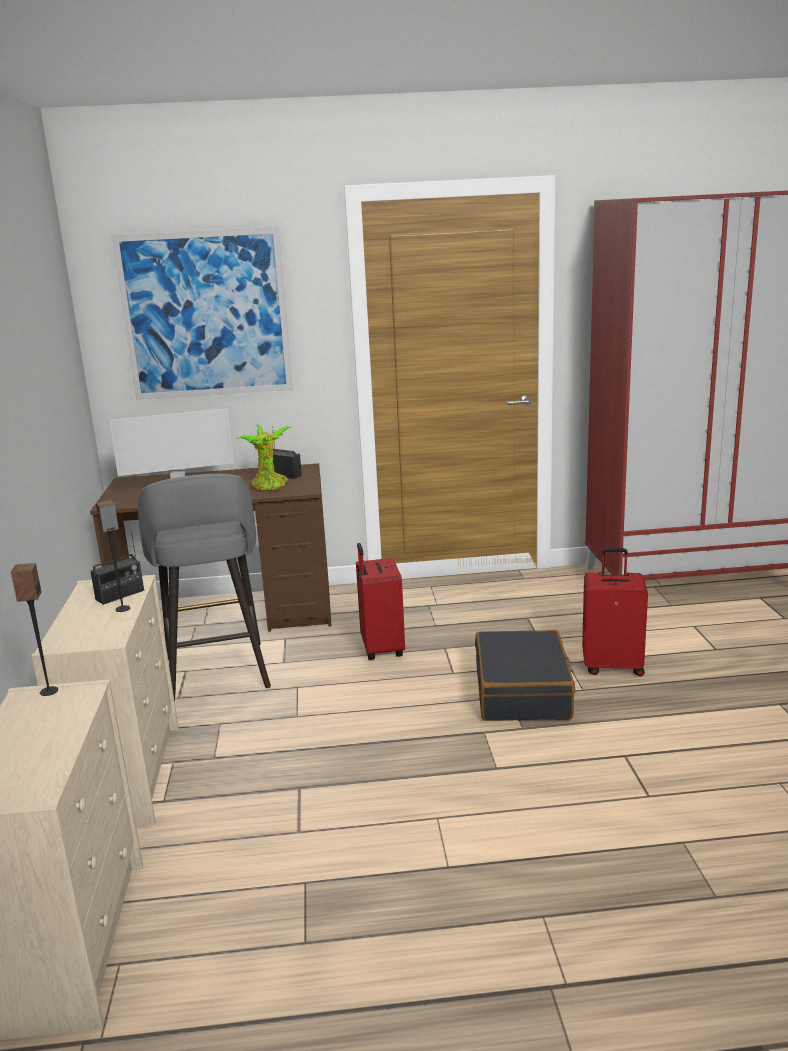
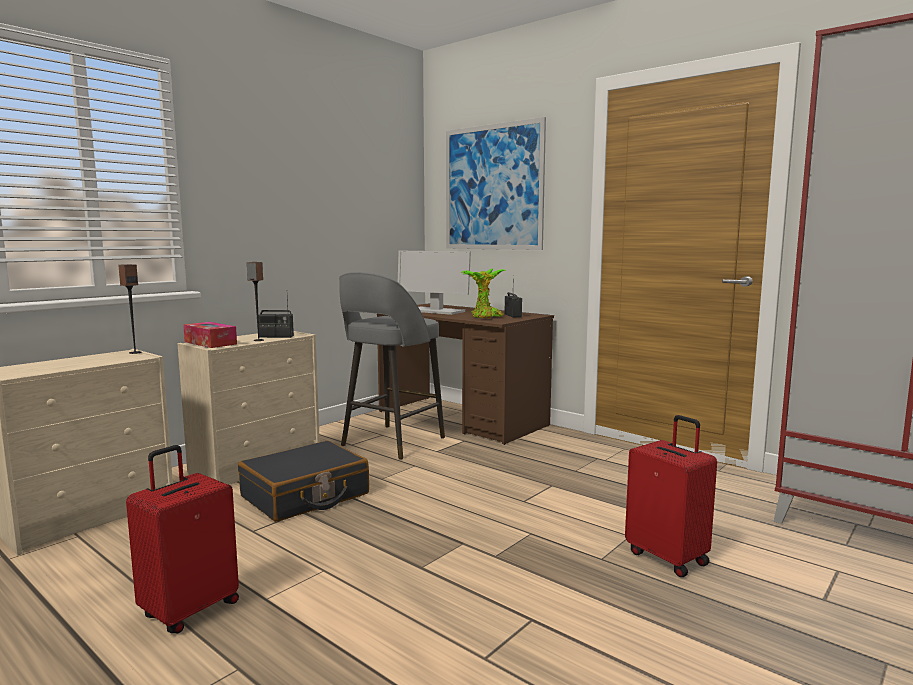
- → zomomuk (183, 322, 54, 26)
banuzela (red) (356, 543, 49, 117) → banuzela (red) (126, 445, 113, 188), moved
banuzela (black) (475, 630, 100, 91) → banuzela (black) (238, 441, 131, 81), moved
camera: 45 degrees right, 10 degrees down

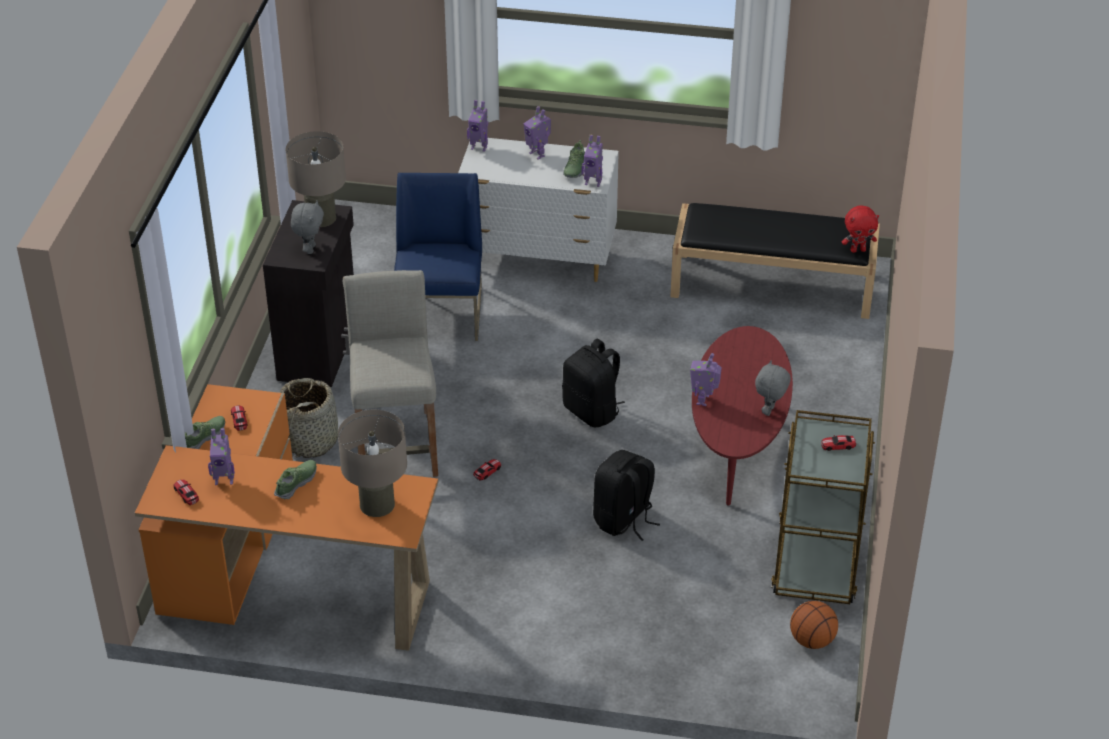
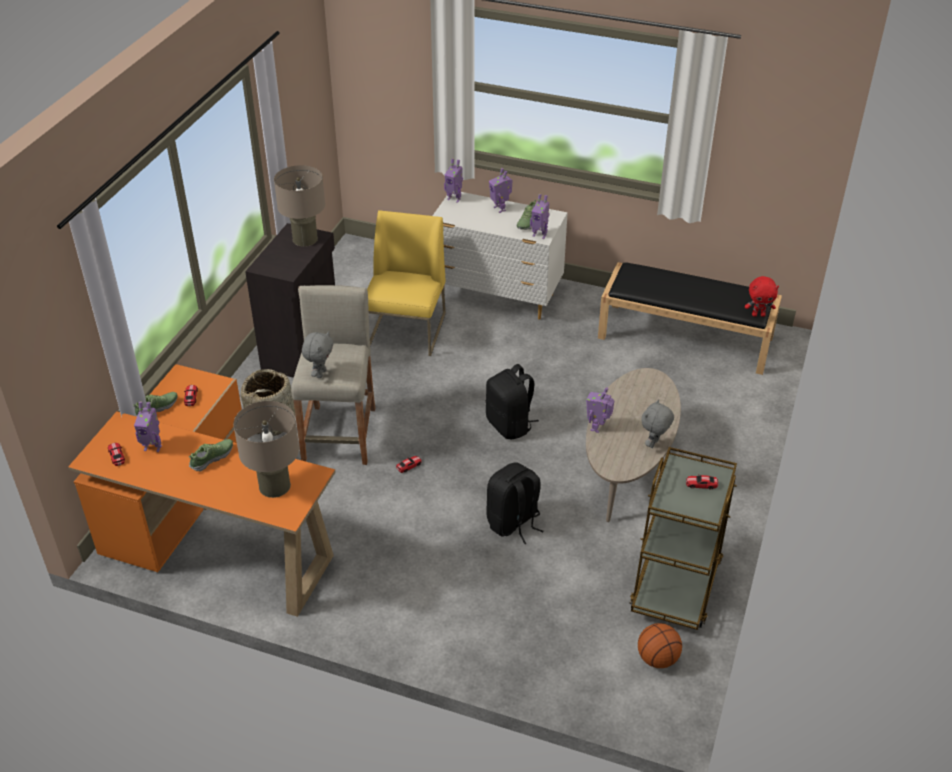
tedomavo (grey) (291, 201, 33, 53) → tedomavo (grey) (302, 331, 32, 47), moved
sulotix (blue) (394, 173, 88, 168) → sulotix (yellow) (367, 210, 79, 146)
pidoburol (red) (692, 326, 101, 180) → pidoburol (beige) (586, 368, 95, 154)
camera: 10 degrees right, 0 degrees up

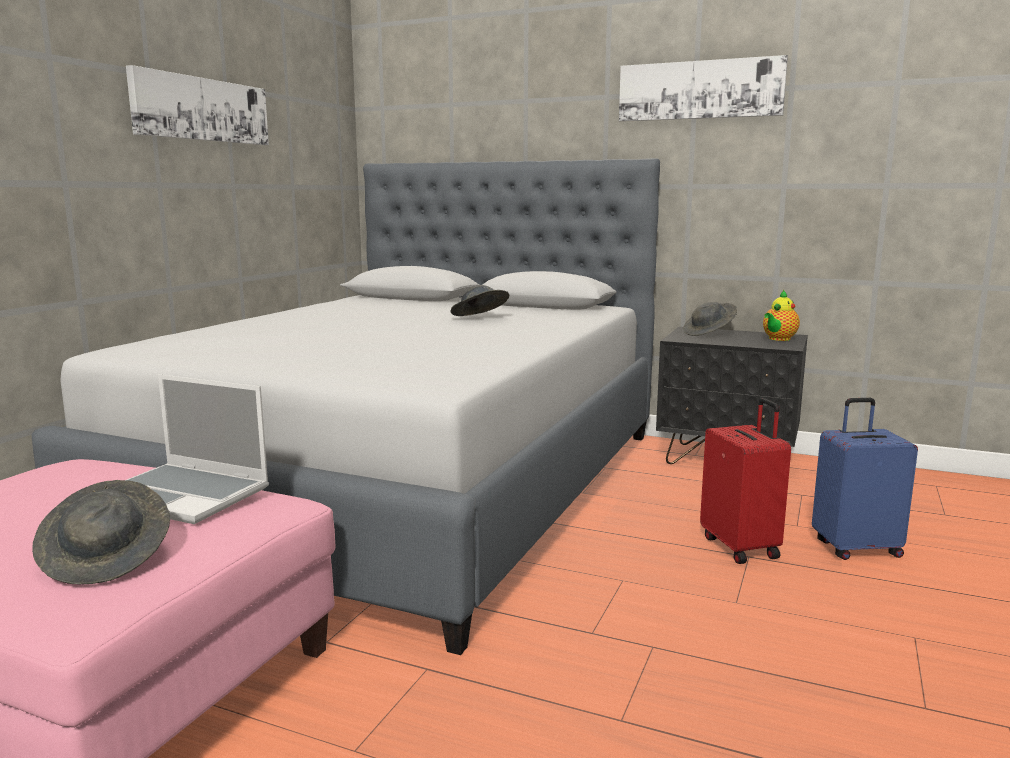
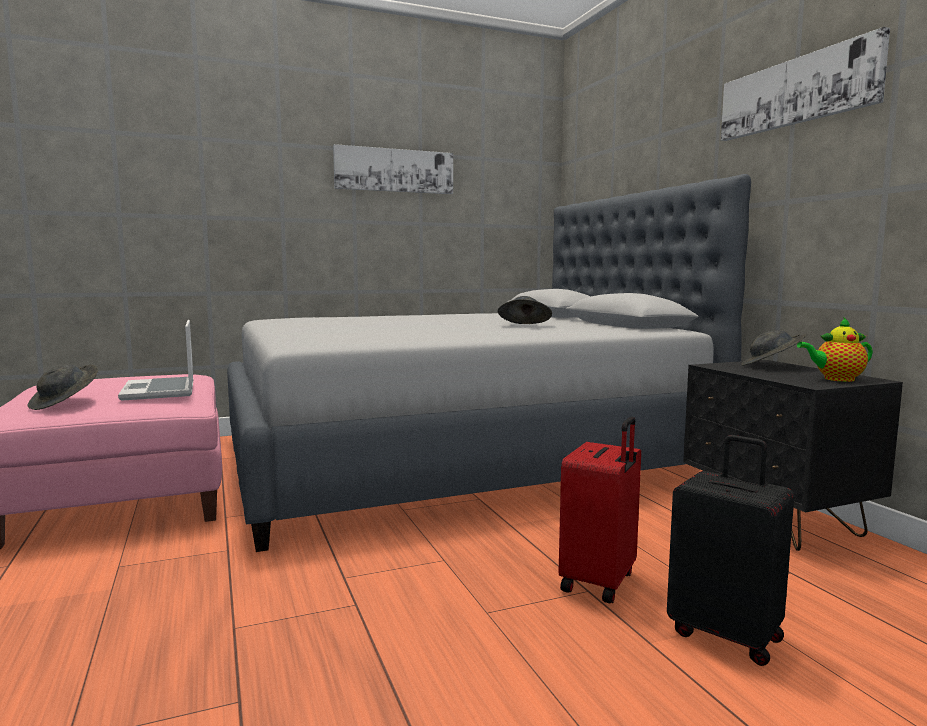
banuzela (blue) (812, 398, 106, 162) → banuzela (black) (667, 435, 127, 231)
camera: 45 degrees right, 5 degrees down

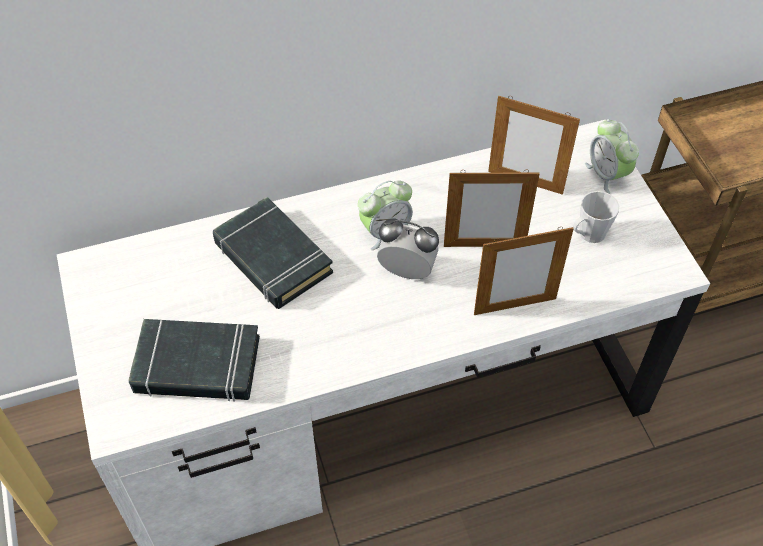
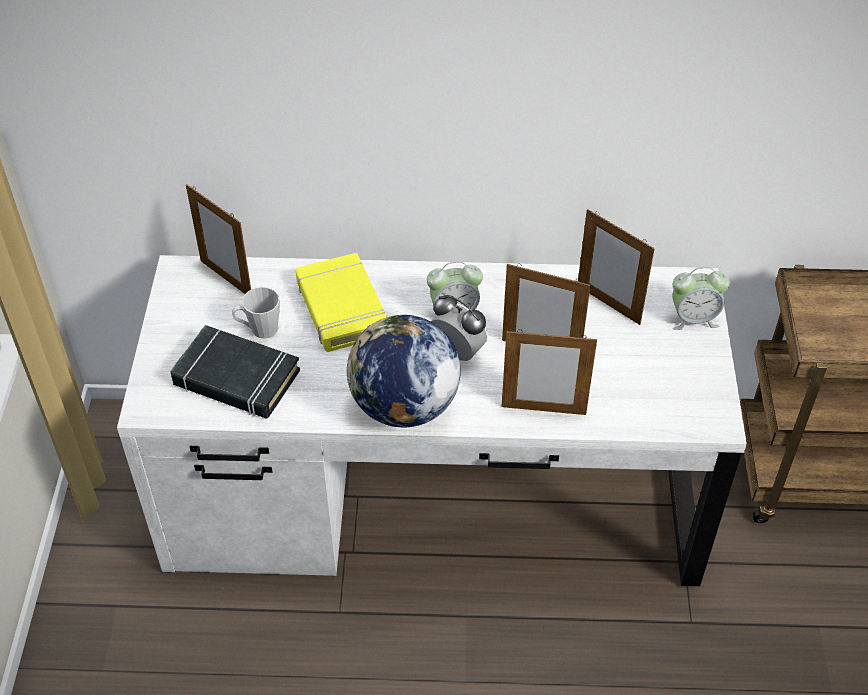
- → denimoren (186, 184, 65, 110)
- → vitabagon (347, 315, 114, 112)
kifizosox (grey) (573, 191, 46, 52) → kifizosox (grey) (232, 287, 48, 52), moved
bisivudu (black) (213, 197, 120, 112) → bisivudu (yellow) (296, 253, 91, 99)
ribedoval (585, 119, 54, 75) → ribedoval (672, 267, 58, 63), 90 degrees counterclockwise
camera: 20 degrees right, 5 degrees down

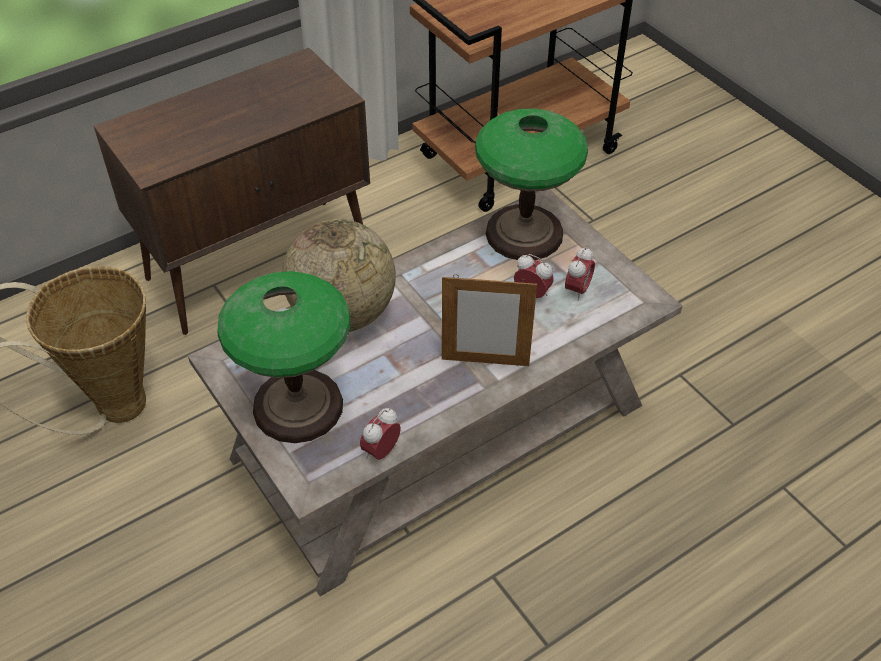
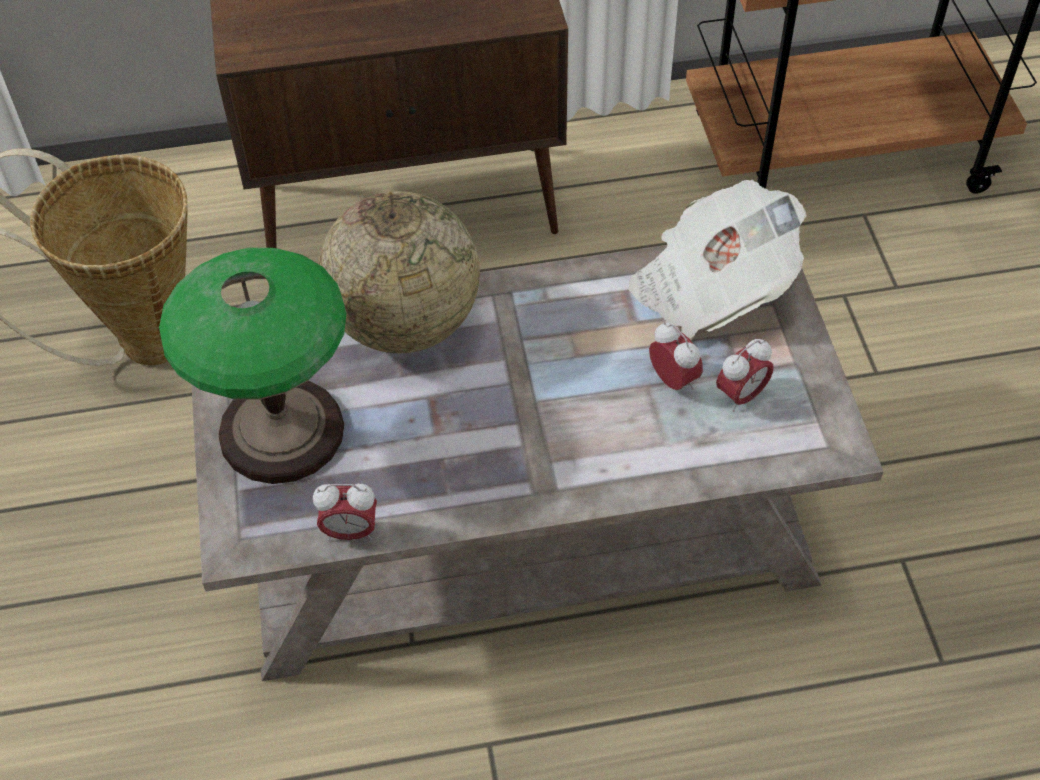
denimoren (442, 274, 95, 92) → -
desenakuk (475, 108, 113, 152) → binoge (629, 180, 178, 159)
ribedoval (360, 408, 41, 52) → ribedoval (313, 484, 64, 57), 150 degrees counterclockwise
camera: 25 degrees right, 5 degrees up

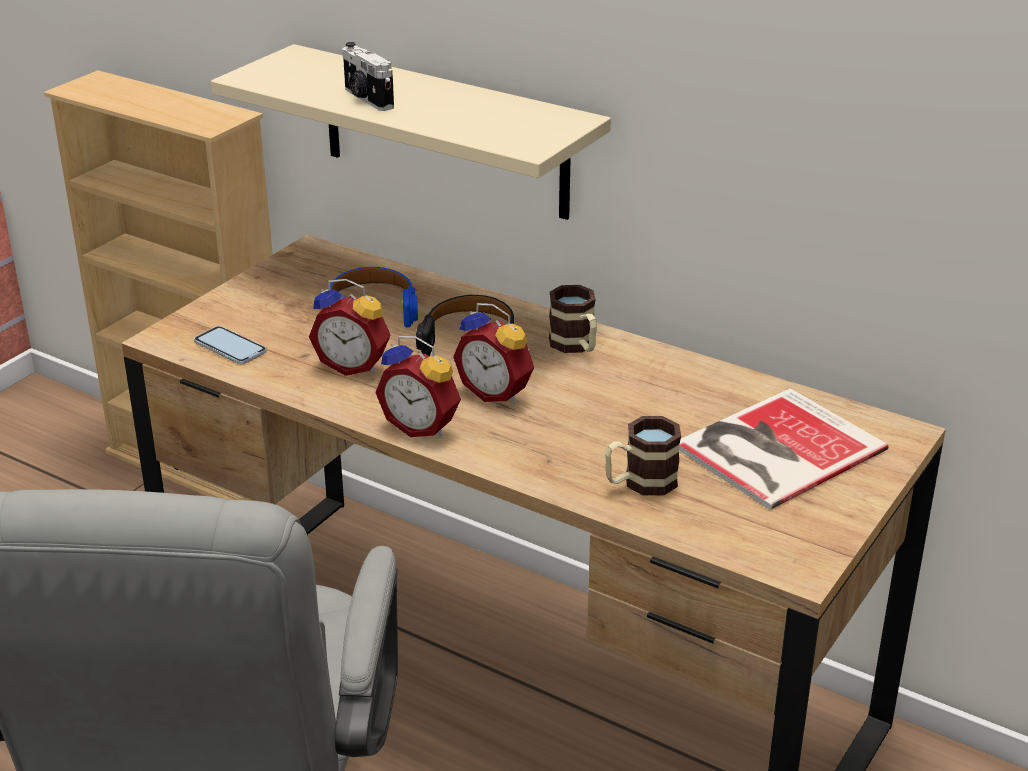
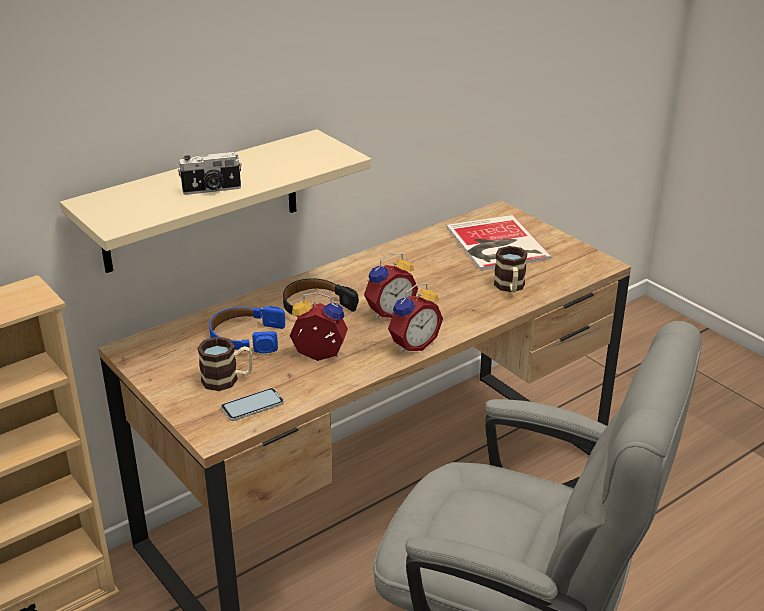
kifizosox (549, 285, 48, 68) → kifizosox (197, 337, 55, 54), moved
ribedoval (309, 279, 82, 97) → ribedoval (290, 292, 58, 69), 120 degrees counterclockwise
camera: 70 degrees left, 0 degrees up

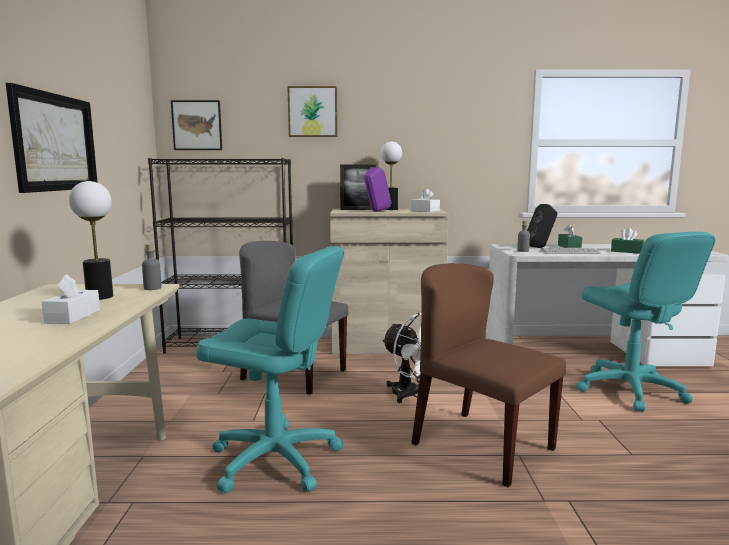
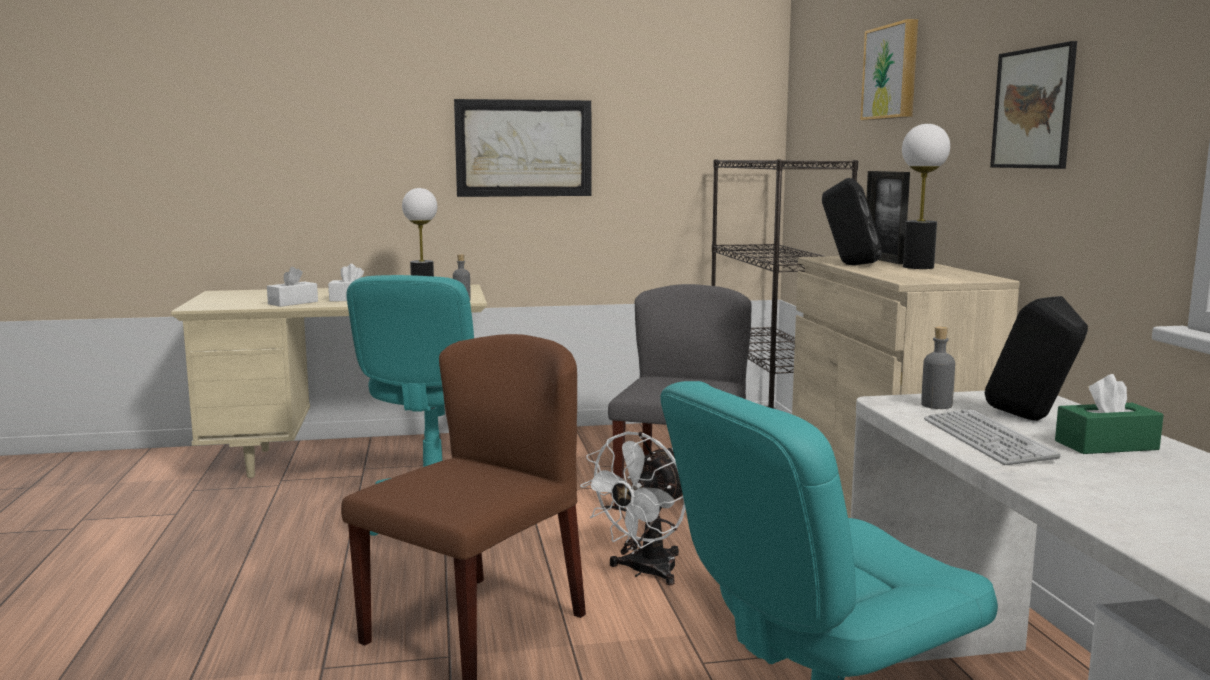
zomomuk (green) (611, 228, 33, 26) → -
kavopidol (171, 100, 51, 50) → kavopidol (990, 41, 87, 128), moved
zomomuk (white) (411, 188, 29, 24) → zomomuk (white) (267, 267, 51, 40), moved
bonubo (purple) (364, 167, 27, 45) → bonubo (black) (822, 178, 60, 87)
camera: 80 degrees right, 0 degrees up

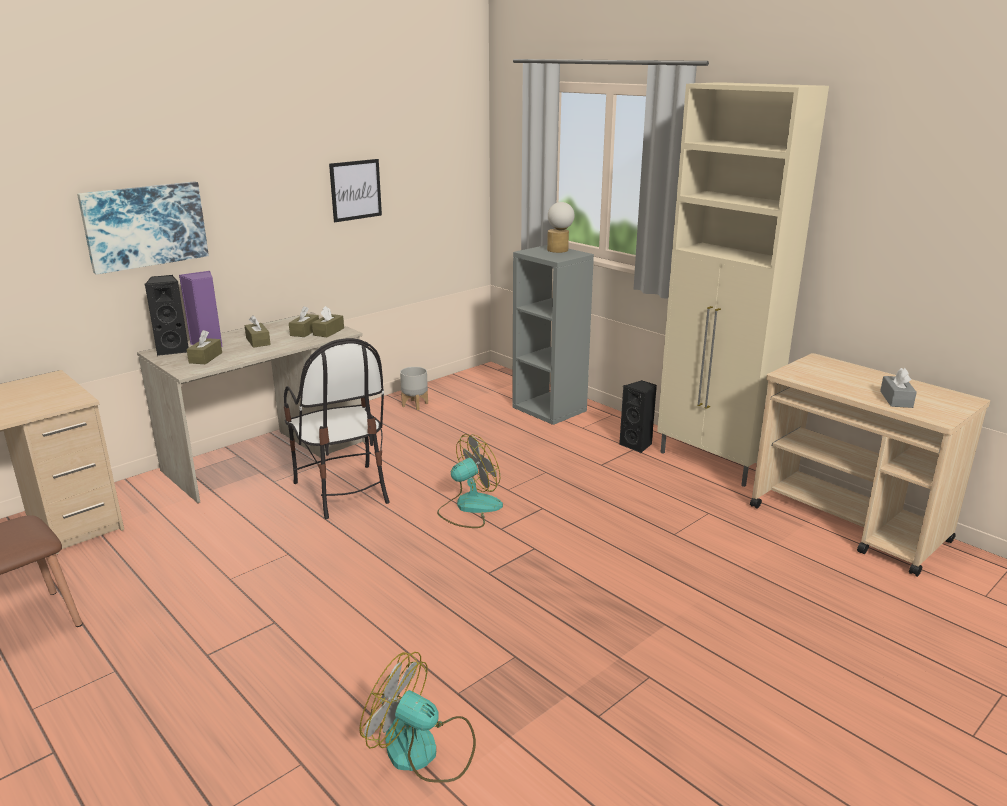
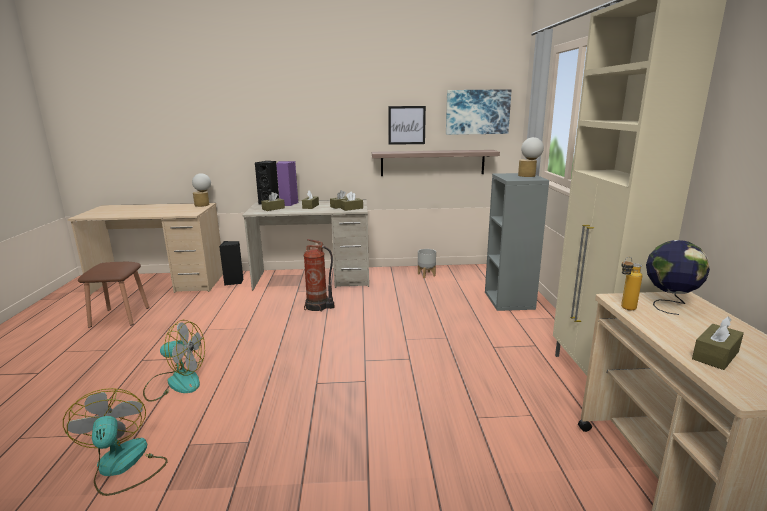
- → desenakuk (192, 173, 19, 34)
- → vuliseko (372, 150, 128, 26)
- → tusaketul (621, 257, 21, 53)
- → vitabagon (646, 240, 64, 75)
kavopidol (77, 181, 132, 93) → kavopidol (446, 89, 66, 46), moved
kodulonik (437, 434, 66, 94) → kodulonik (143, 320, 62, 82), moved
bonubo (black) (619, 380, 38, 73) → bonubo (black) (219, 241, 25, 45), moved
sulotix (284, 338, 106, 181) → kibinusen (303, 239, 31, 73)
zomomuk (grey) (880, 368, 37, 40) → zomomuk (brown) (692, 317, 52, 53)
camera: 40 degrees right, 5 degrees down

